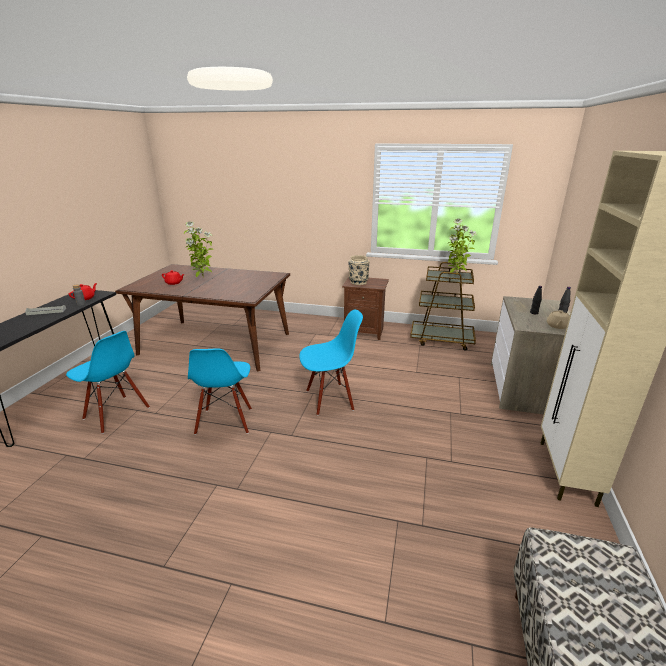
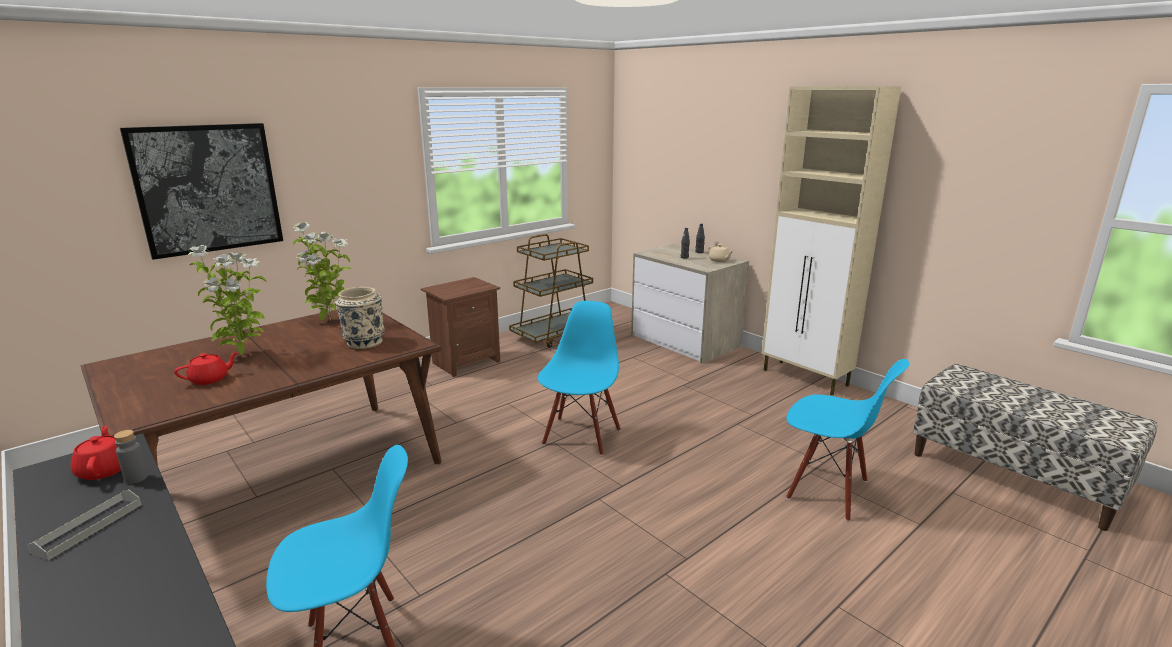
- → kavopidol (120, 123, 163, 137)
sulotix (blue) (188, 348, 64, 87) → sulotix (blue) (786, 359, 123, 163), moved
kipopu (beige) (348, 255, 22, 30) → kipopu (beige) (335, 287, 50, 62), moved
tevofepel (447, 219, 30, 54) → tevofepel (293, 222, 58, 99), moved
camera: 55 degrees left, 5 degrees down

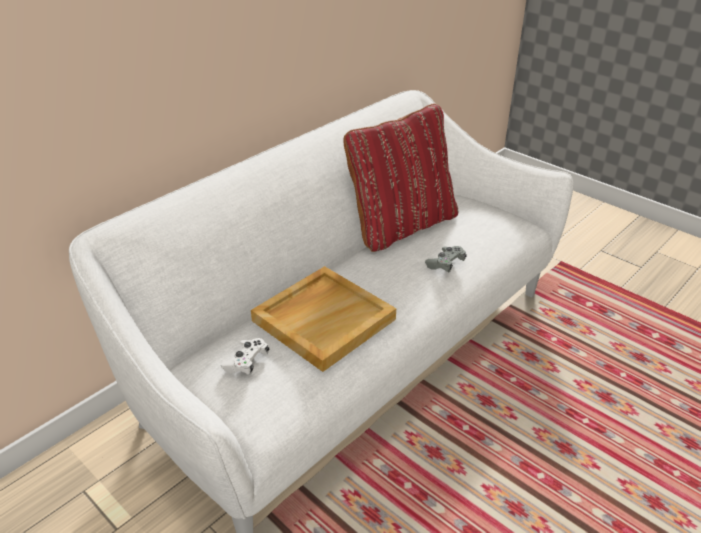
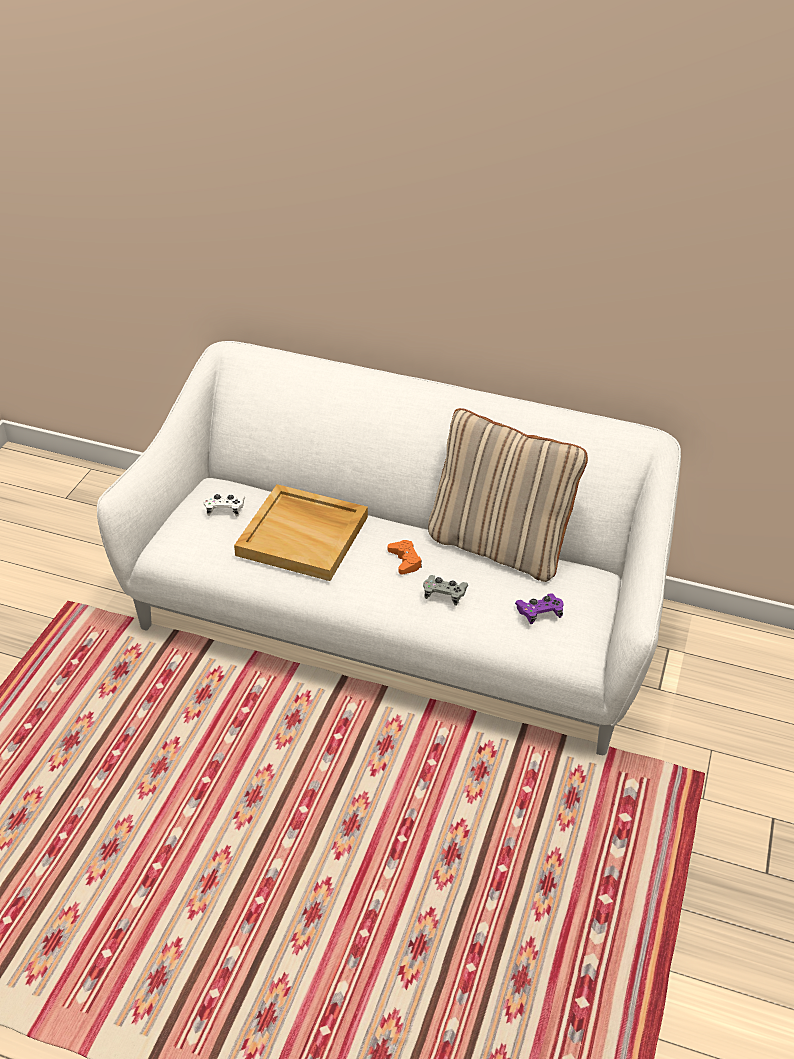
- → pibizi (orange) (388, 540, 34, 35)
- → pibizi (purple) (515, 593, 49, 31)
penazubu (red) (343, 104, 115, 148) → penazubu (beige) (428, 408, 160, 174)
camera: 65 degrees right, 5 degrees up

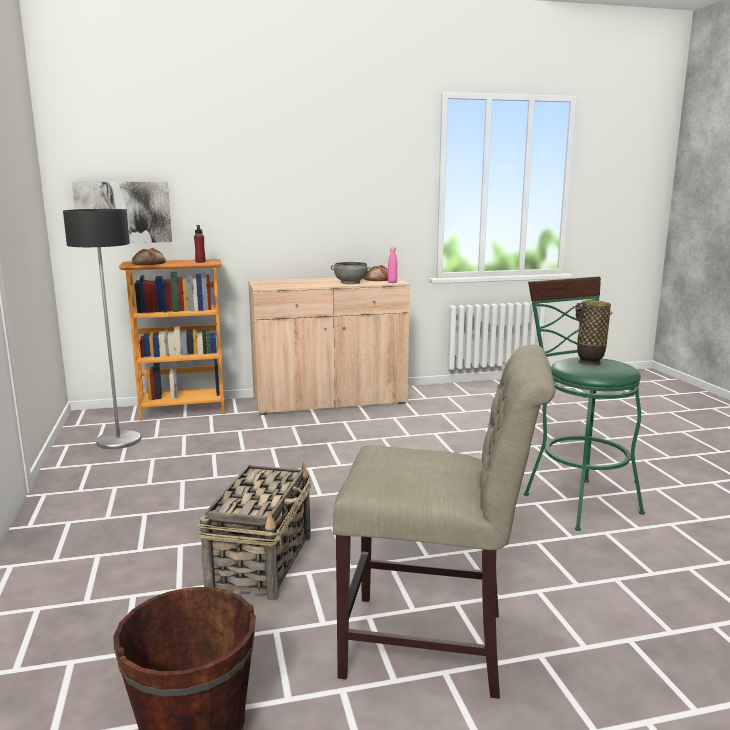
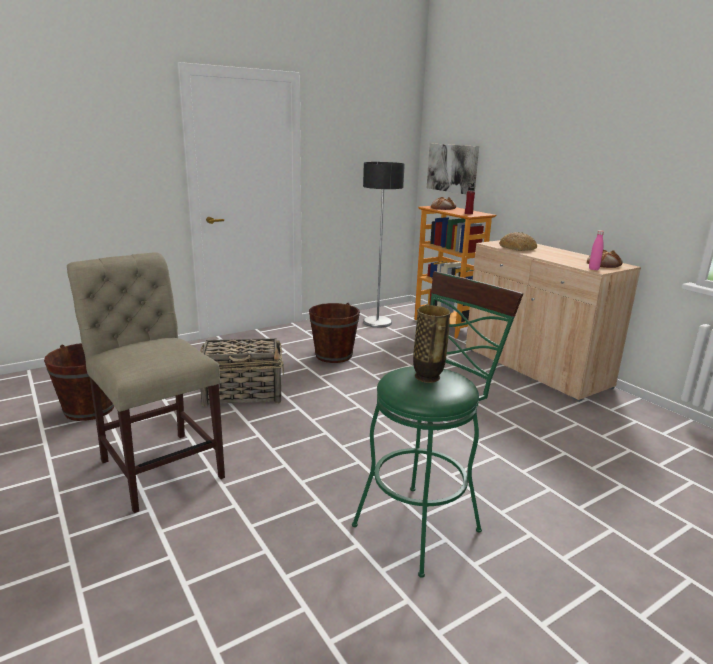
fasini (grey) (331, 262, 40, 22) → -
- → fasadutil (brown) (309, 302, 51, 61)
- → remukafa (499, 232, 38, 19)
sulotix (beige) (333, 345, 222, 354) → sulotix (beige) (67, 252, 158, 261), 150 degrees clockwise
camera: 70 degrees right, 5 degrees up

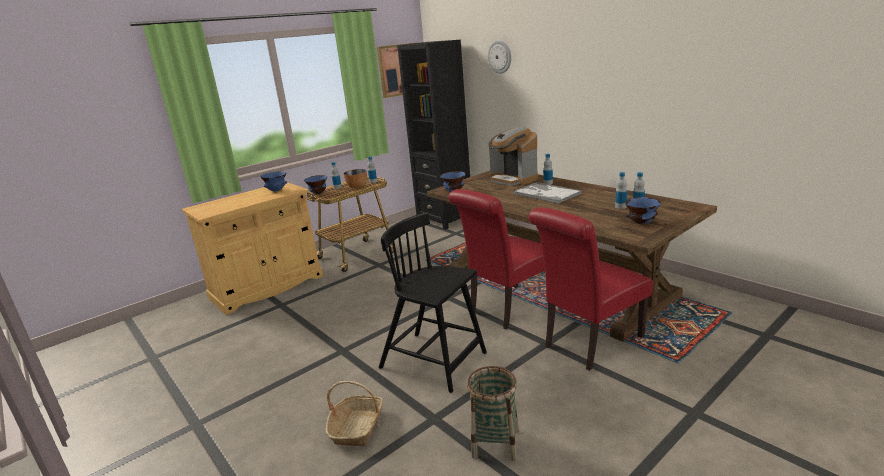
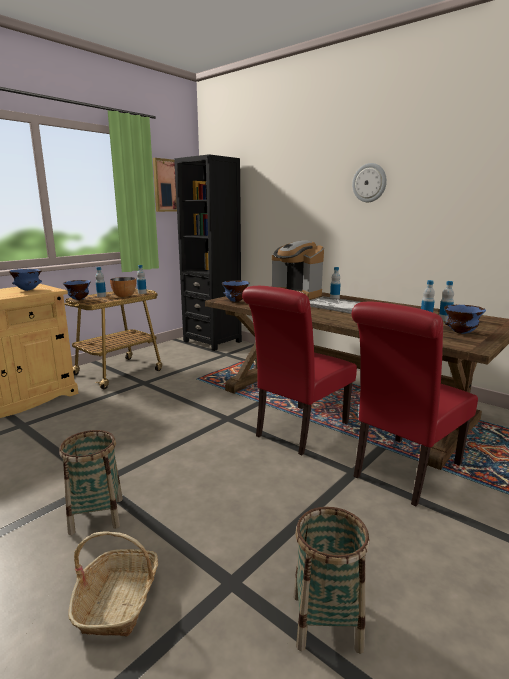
sulotix (black) (379, 212, 108, 181) → -
- → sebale (59, 430, 64, 105)
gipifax (488, 40, 23, 34) → gipifax (352, 163, 35, 39), moved
camera: 10 degrees left, 5 degrees down

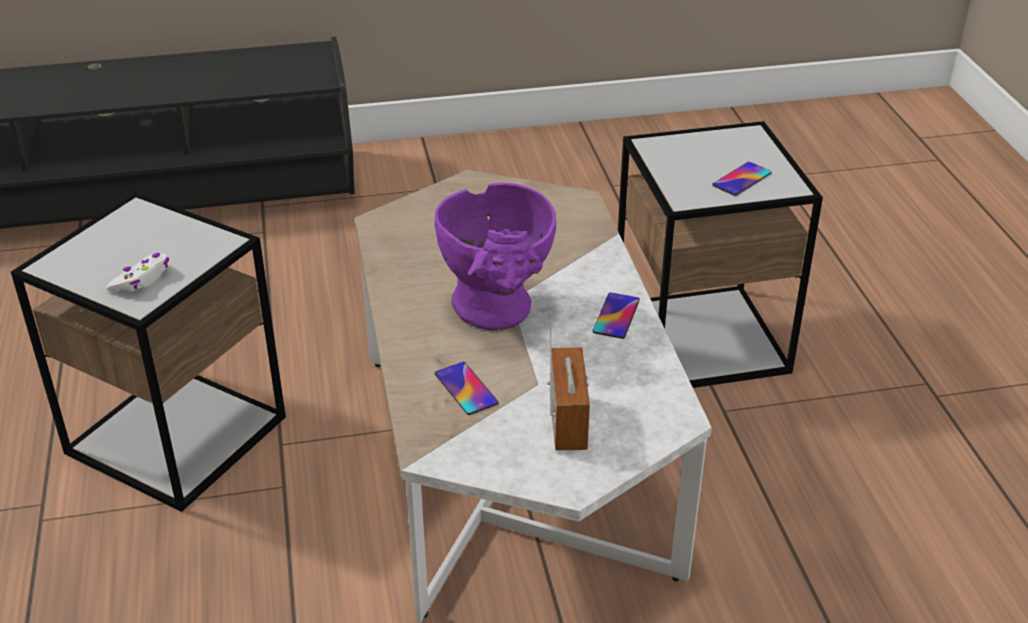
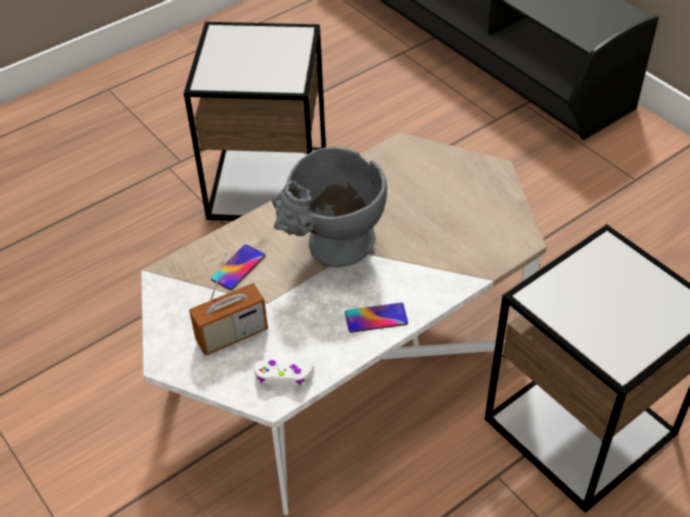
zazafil (712, 162, 60, 34) → -
pibizi (white) (106, 253, 63, 39) → pibizi (white) (254, 360, 60, 27), moved
kipopu (purple) (435, 183, 121, 147) → kipopu (grey) (272, 147, 115, 120)
camera: 65 degrees right, 10 degrees up

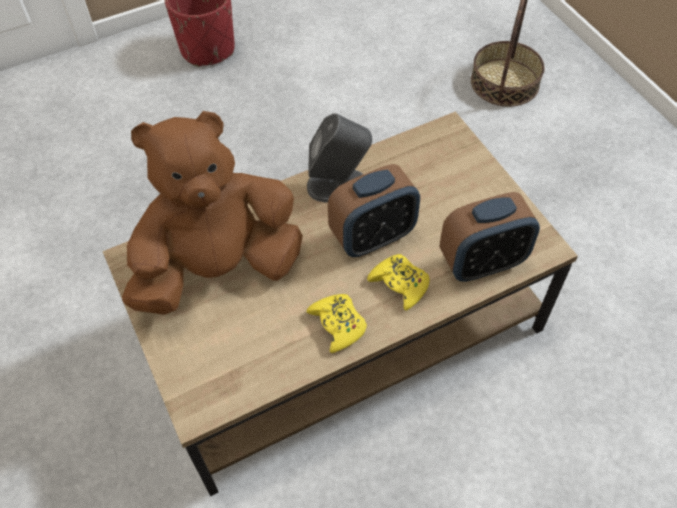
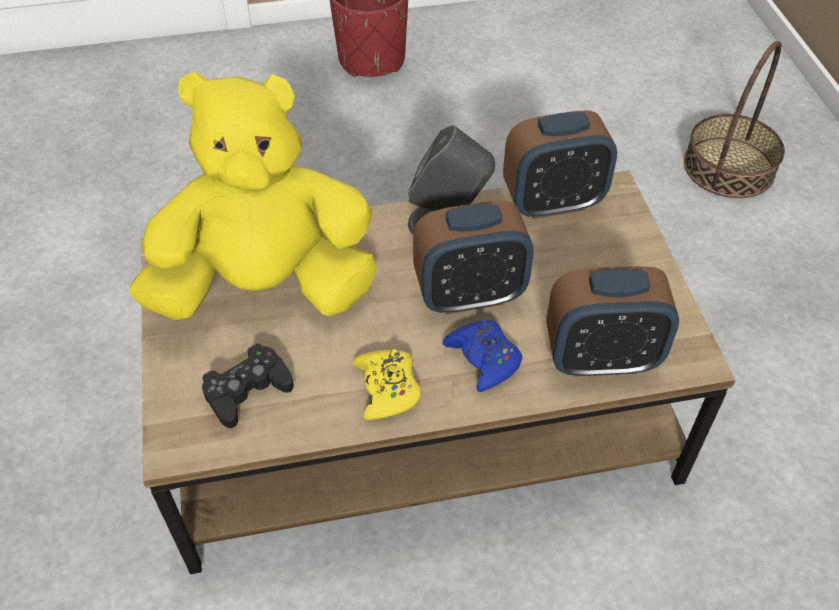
- → pibizi (black) (202, 344, 92, 84)
- → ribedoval (503, 110, 114, 109)
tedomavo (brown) (122, 111, 181, 204) → tedomavo (yellow) (130, 72, 247, 248)
pibizi (yellow) (367, 254, 62, 57) → pibizi (blue) (443, 320, 79, 72)
camera: 15 degrees right, 5 degrees down

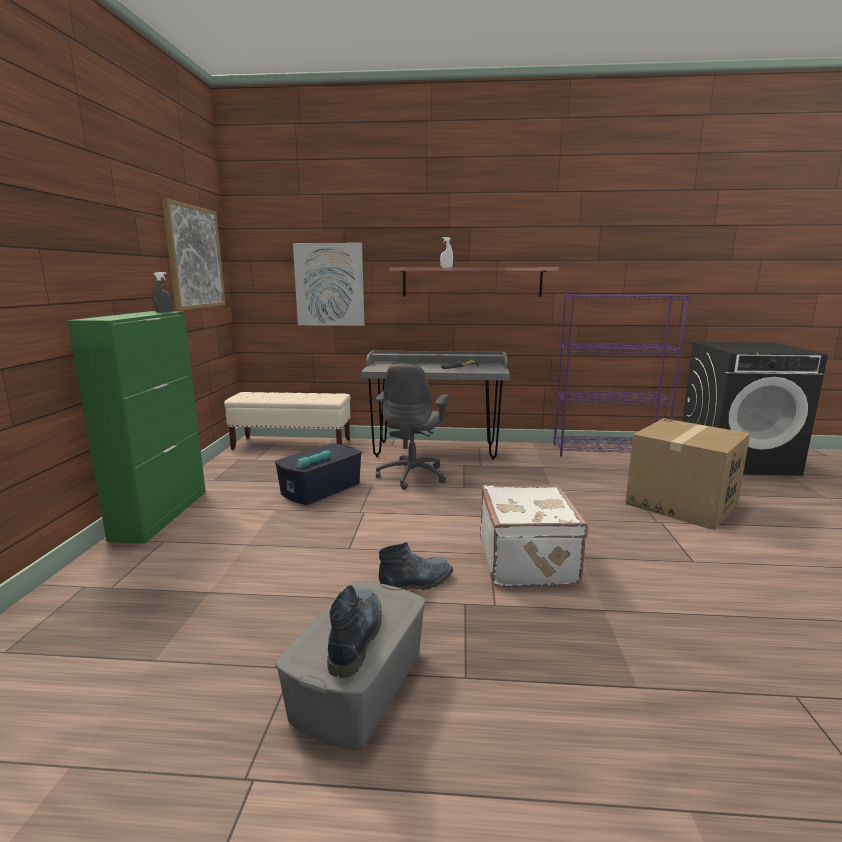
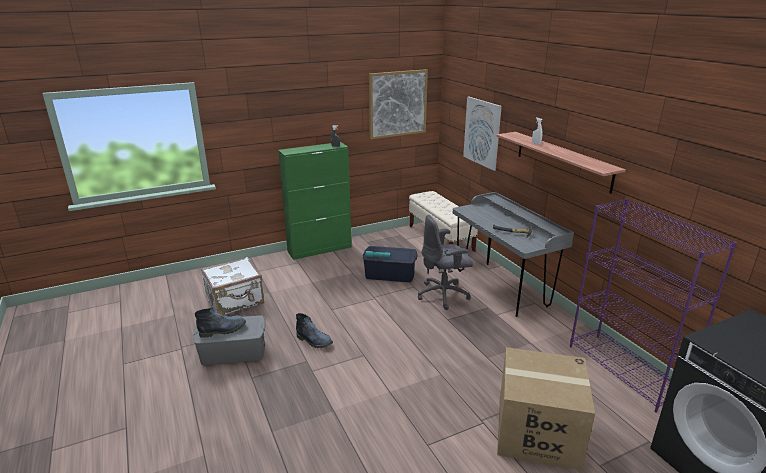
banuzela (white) (480, 485, 108, 102) → banuzela (white) (201, 257, 63, 58), moved
camera: 60 degrees right, 10 degrees up

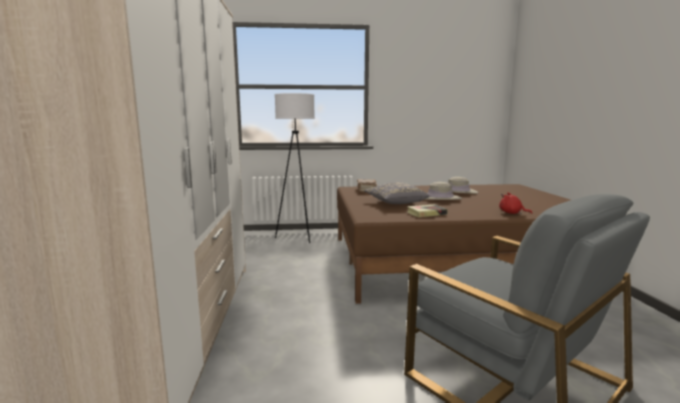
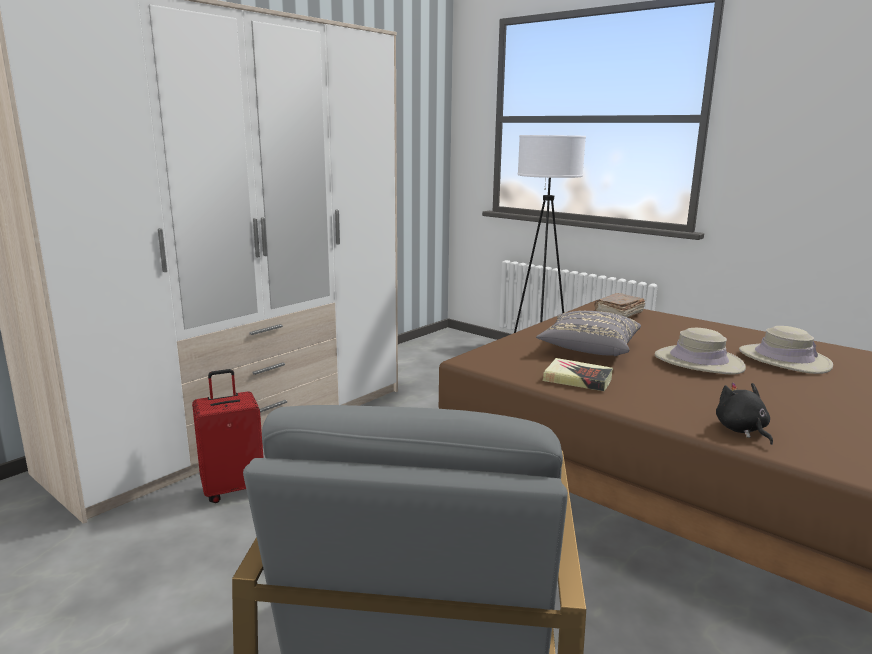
- → banuzela (red) (192, 369, 72, 134)
tedomavo (red) (499, 192, 33, 22) → tedomavo (black) (716, 382, 57, 63)
camera: 45 degrees right, 5 degrees up

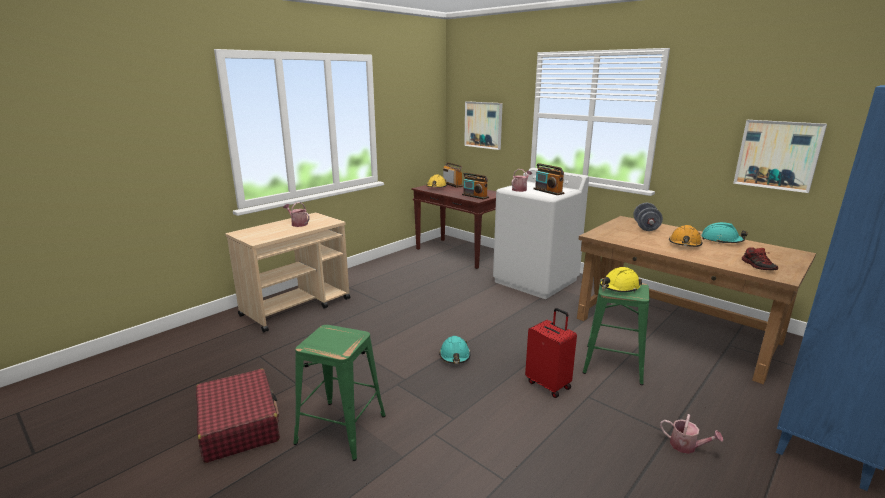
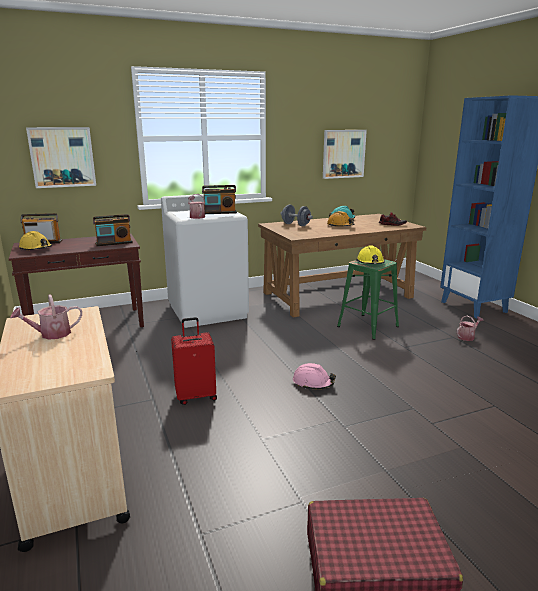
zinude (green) (293, 325, 93, 136) → -
banuzela (red) (525, 308, 52, 90) → banuzela (red) (171, 317, 46, 88), moved
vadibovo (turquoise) (439, 336, 32, 28) → vadibovo (pink) (293, 363, 43, 26)
camera: 65 degrees left, 0 degrees up

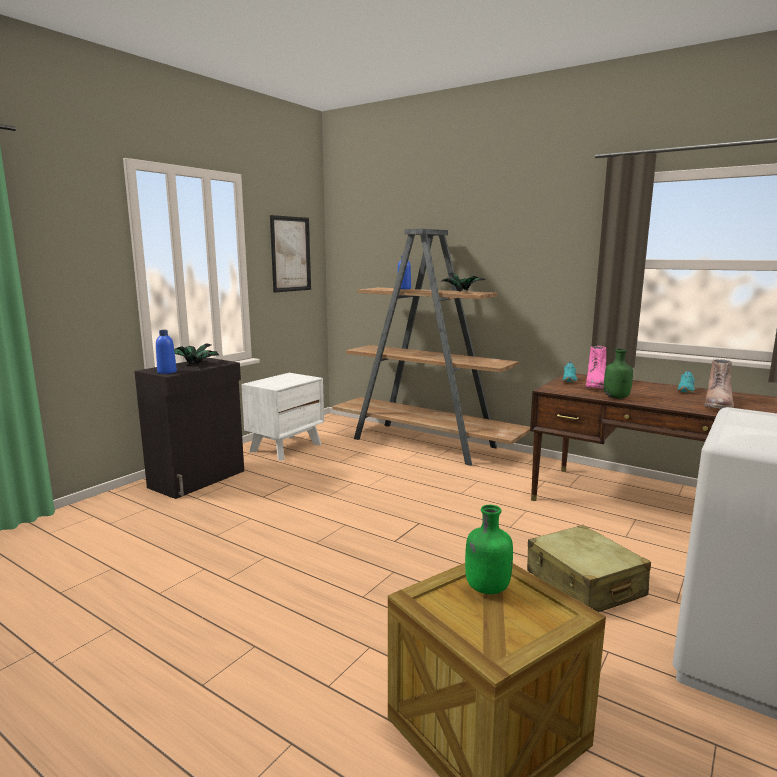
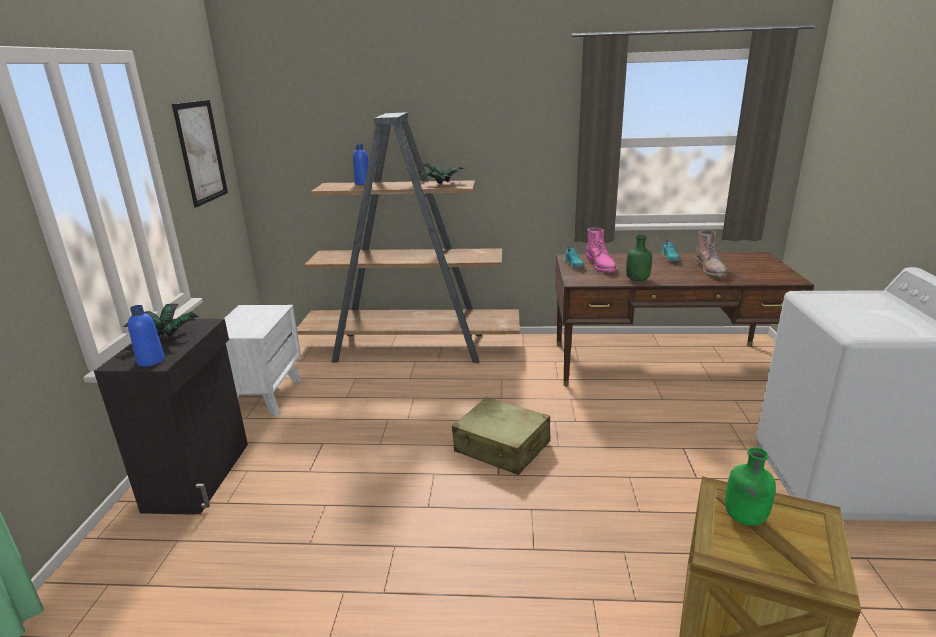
banuzela (beige) (527, 525, 124, 87) → banuzela (beige) (452, 397, 98, 78), moved
camera: 30 degrees left, 10 degrees up

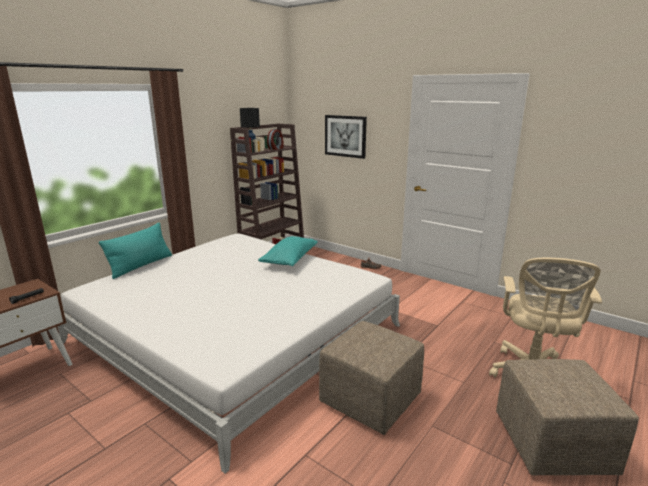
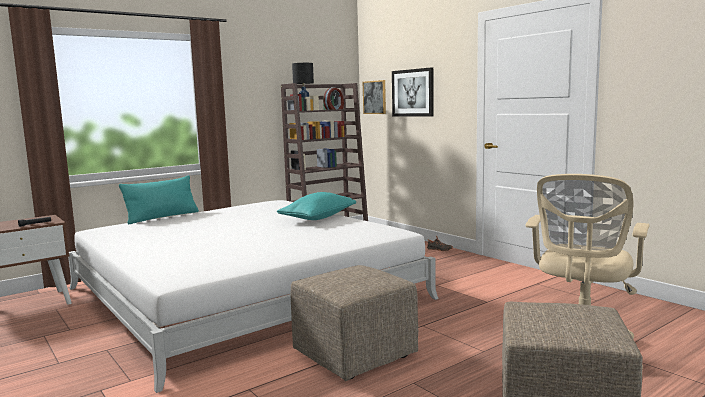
- → kavopidol (363, 80, 23, 34)
camera: 15 degrees right, 10 degrees down

